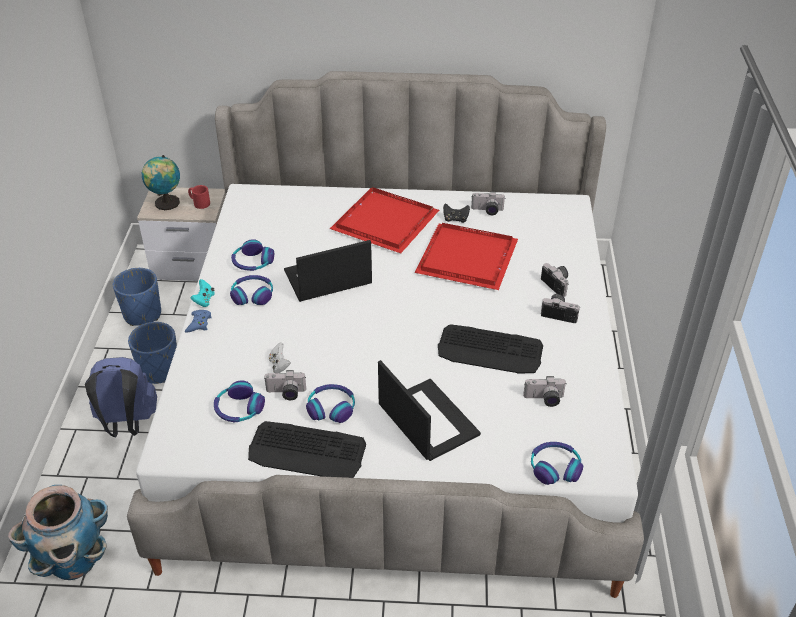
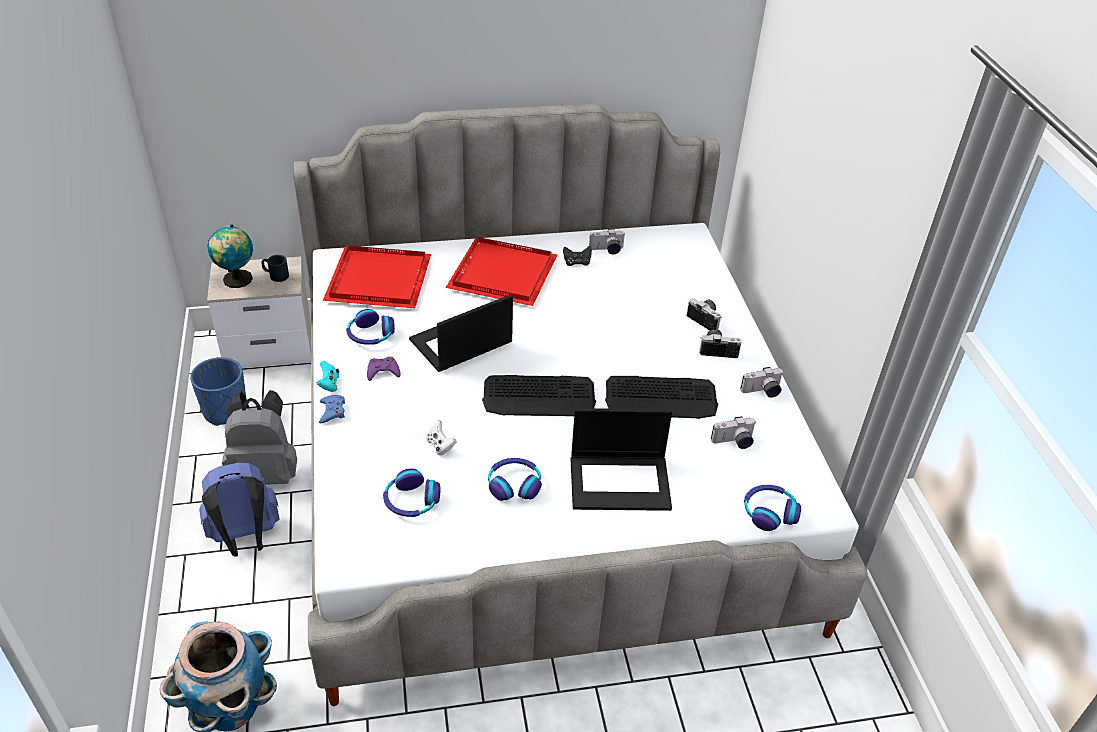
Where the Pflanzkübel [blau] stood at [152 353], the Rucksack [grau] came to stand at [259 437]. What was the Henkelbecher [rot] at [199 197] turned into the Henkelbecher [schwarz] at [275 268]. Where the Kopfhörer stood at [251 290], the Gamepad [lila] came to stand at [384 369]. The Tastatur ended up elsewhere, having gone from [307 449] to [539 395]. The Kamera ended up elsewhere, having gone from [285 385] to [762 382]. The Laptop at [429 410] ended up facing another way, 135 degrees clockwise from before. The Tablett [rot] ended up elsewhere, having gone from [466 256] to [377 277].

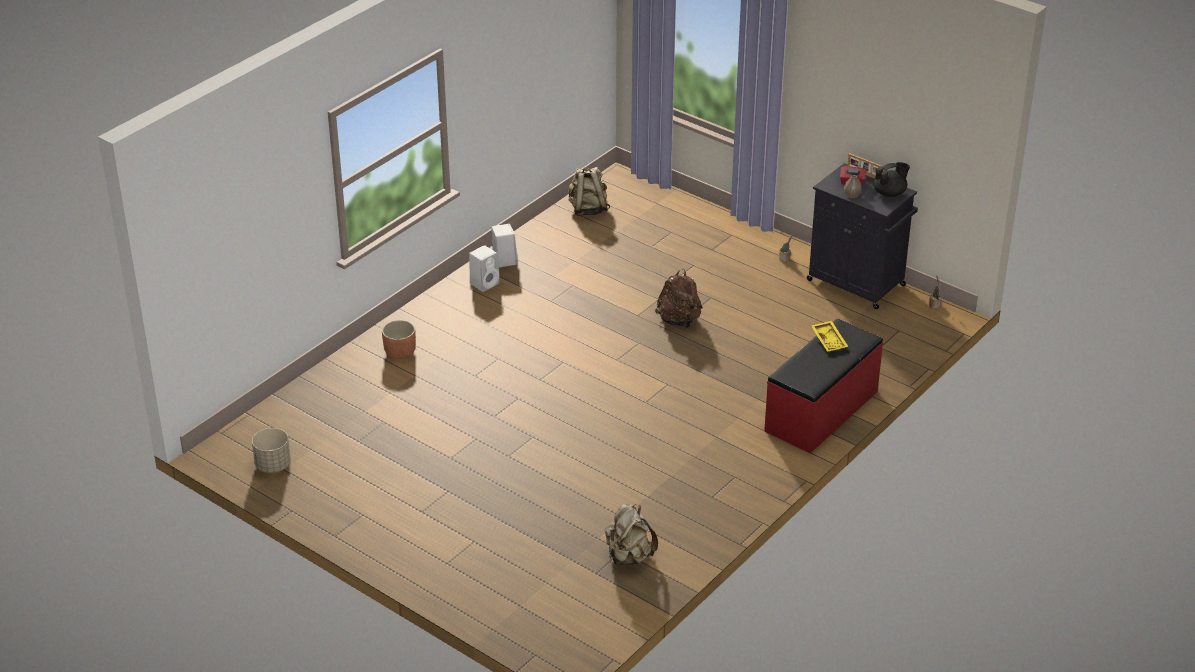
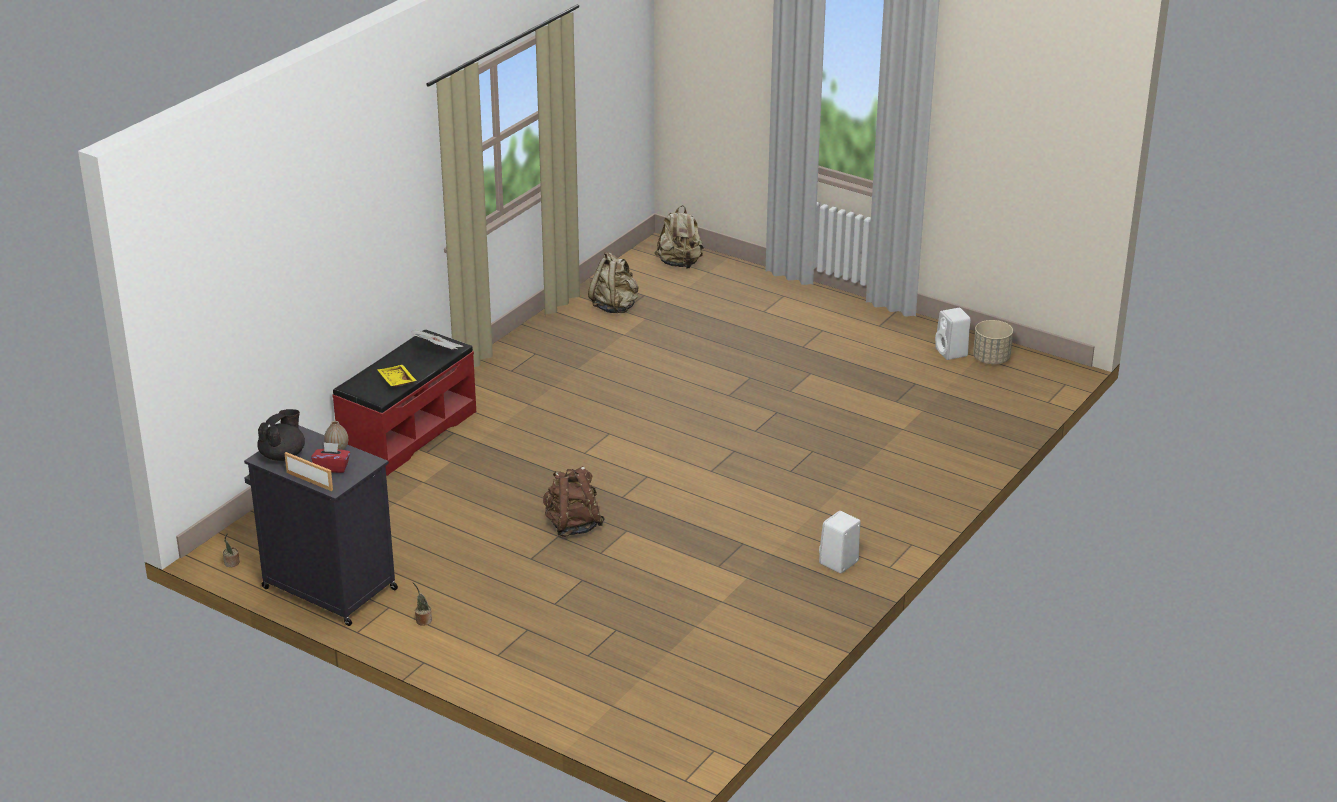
The second view lost the Pflanzkübel [braun] at [399 339]. The Lautsprecher [weiß] ended up elsewhere, having gone from [504 245] to [953 334]. The Rucksack [beige] ended up elsewhere, having gone from [589 191] to [679 237]. The Teekanne [schwarz] at [891 179] ended up facing another way, 150 degrees clockwise from before. The second view gained the Zeitung at [437 339].

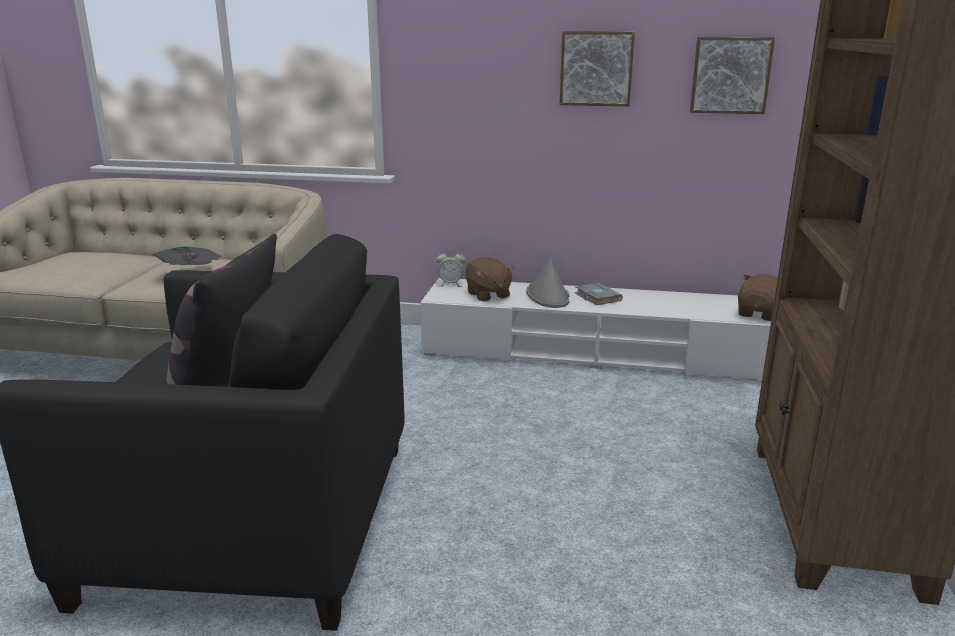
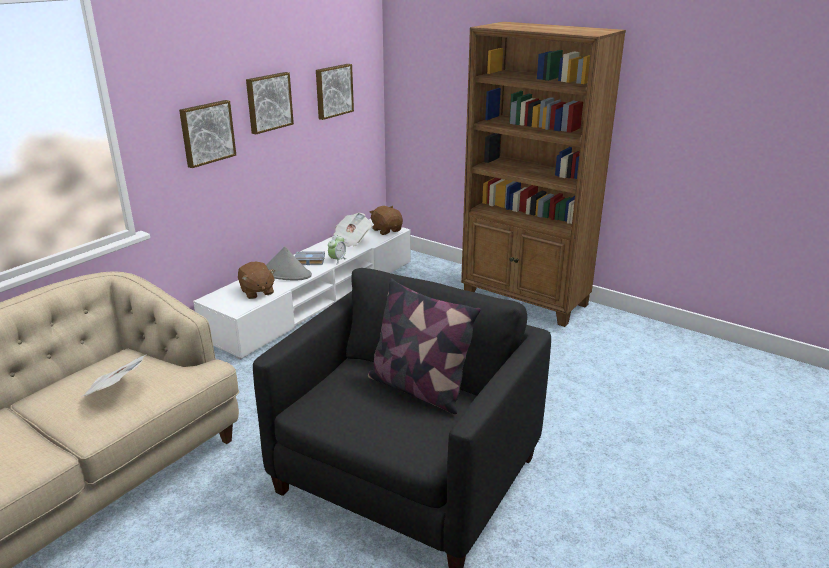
The Wecker ended up elsewhere, having gone from [450 268] to [337 250]. The Plüschtier [braun] at [490 279] ended up facing another way, 60 degrees clockwise from before. The second view gained the Bild at [207 134]. The second view gained the Zeitung at [352 230].

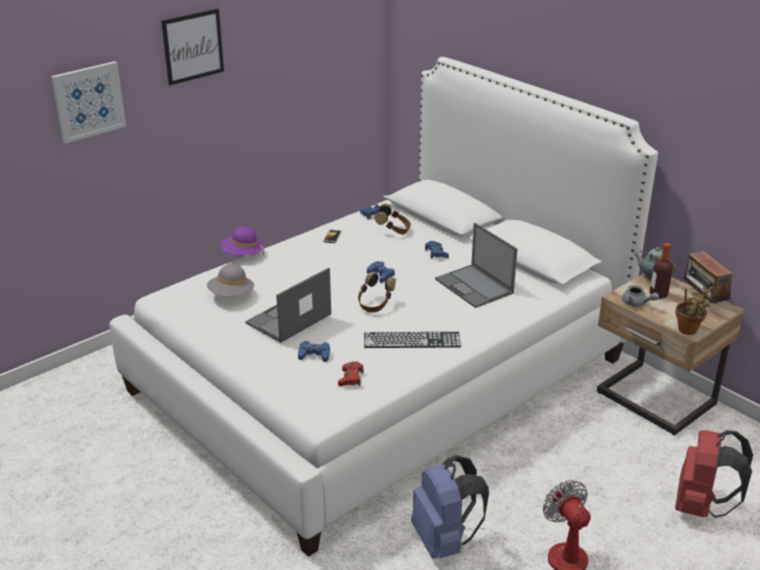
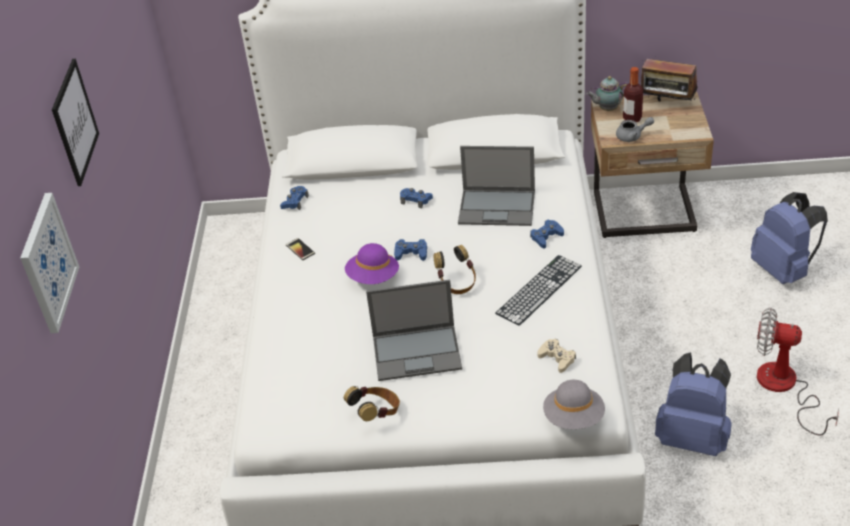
The Hut [grau] ended up elsewhere, having gone from [230 280] to [574 404]. The Hut [lila] ended up elsewhere, having gone from [242 241] to [372 263]. The Laptop at [288 305] ended up facing another way, 90 degrees counterclockwise from before. The Gamepad [blau] ended up elsewhere, having gone from [314 351] to [547 234]. What was the Gamepad [rot] at [350 373] turned into the Gamepad [beige] at [557 356]. The Kopfhörer ended up elsewhere, having gone from [393 219] to [372 403]. What was the Rucksack [rot] at [714 474] turned into the Rucksack [blau] at [789 238]. The second view lost the Topfpflanze at [694 311].

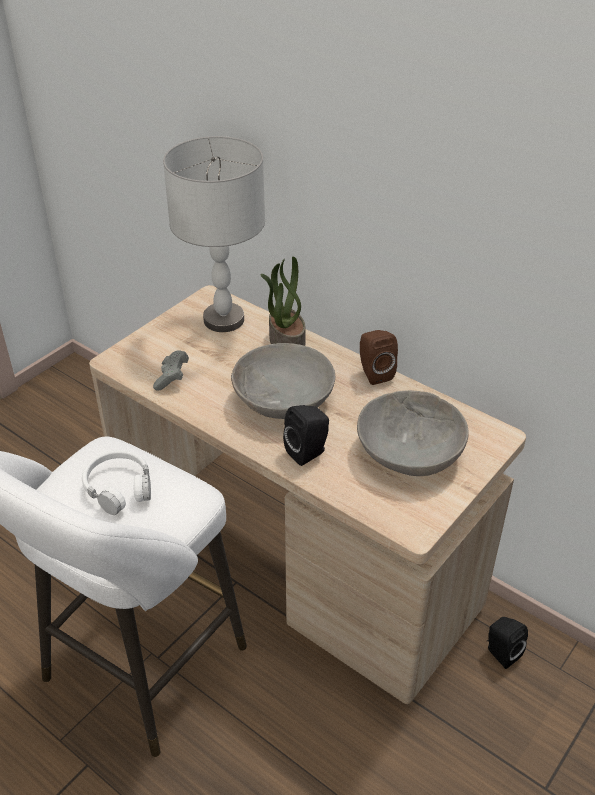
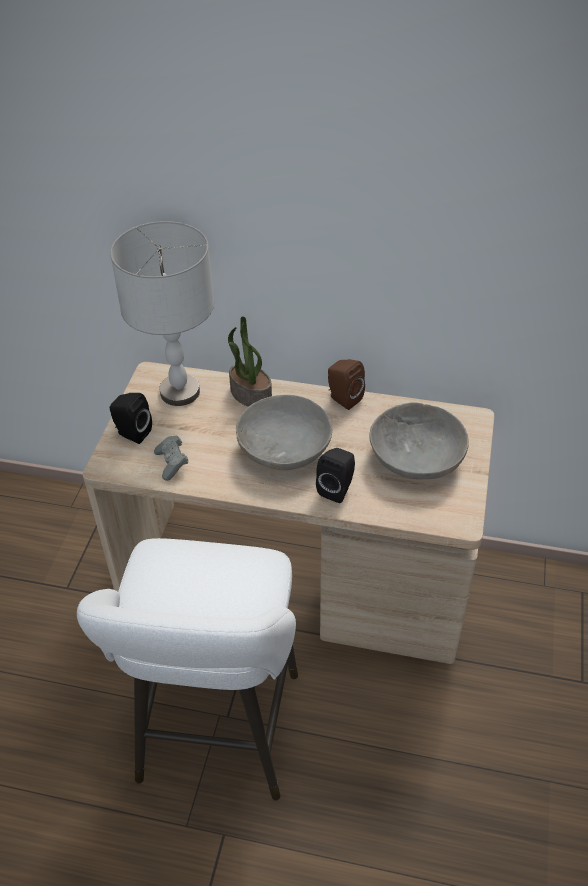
The second view lost the Kopfhörer [weiß] at [116 482]. The Lautsprecher [schwarz] ended up elsewhere, having gone from [507 643] to [131 418].

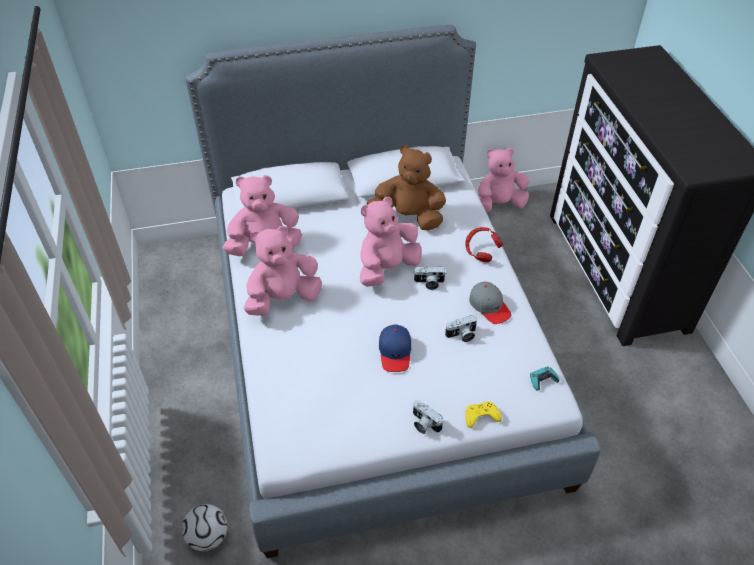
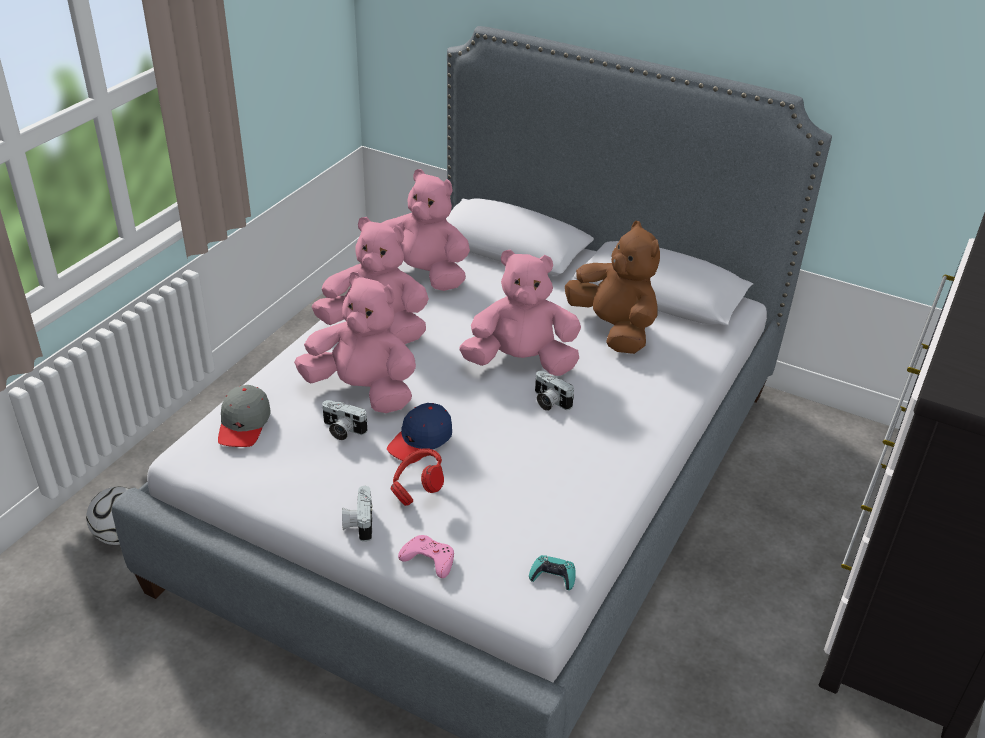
The Kamera ended up elsewhere, having gone from [461 328] to [345 420]. The Kopfhörer [rot] ended up elsewhere, having gone from [484 244] to [417 477]. What was the Gamepad [gelb] at [484 414] turned into the Gamepad [rosa] at [426 556]. The Kappe [grau] ended up elsewhere, having gone from [490 302] to [244 416]. The Plüschtier [rosa] ended up elsewhere, having gone from [504 180] to [355 342].

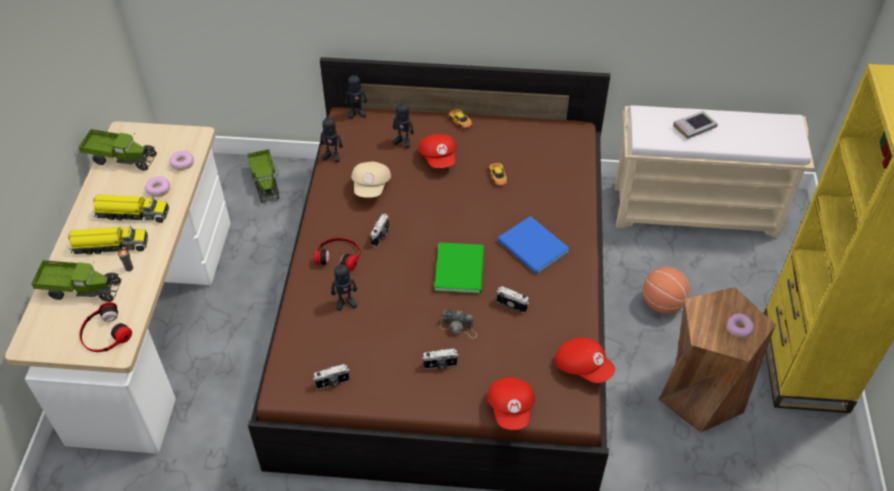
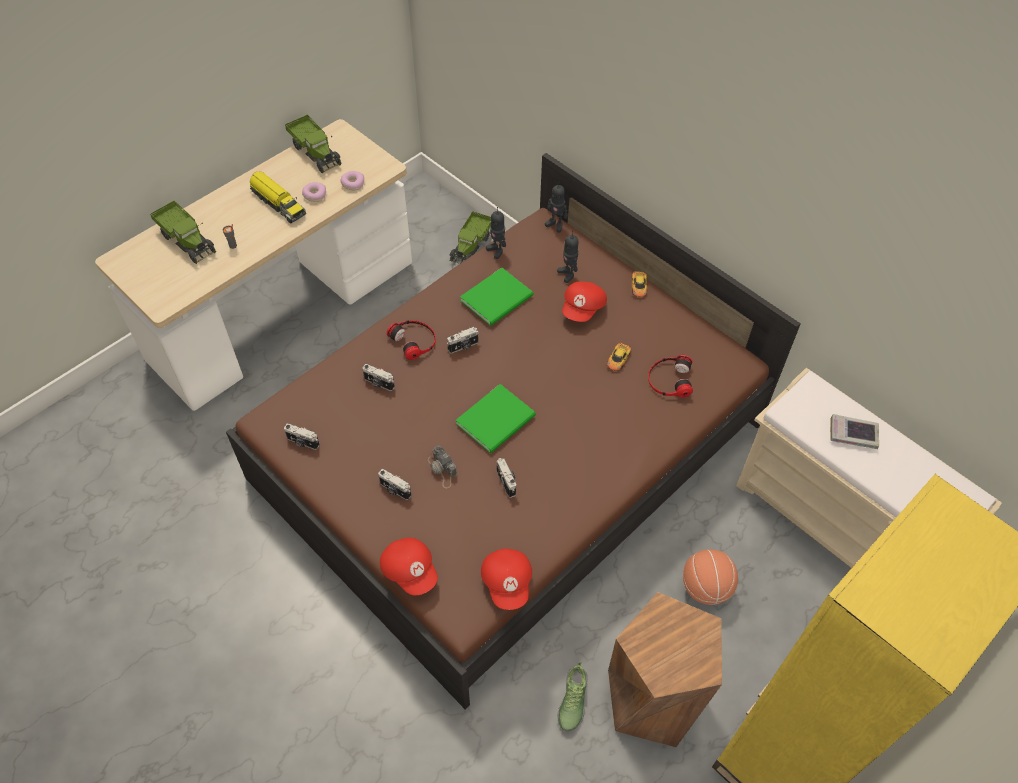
The second view lost the Spielzeuglaster at [108 240]. The Kopfhörer ended up elsewhere, having gone from [105 327] to [670 376]. Where the Spielzeugroboter stood at [344 286], the Kamera came to stand at [378 377]. Where the Kappe [beige] stood at [371 180], the Buch [grün] came to stand at [496 297]. The Kappe [rot] at [511 403] ended up facing another way, 75 degrees counterclockwise from before. The second view lost the Buch [blau] at [534 245]. The second view lost the Donut at [740 325]. The second view gained the Schuh at [572 696].

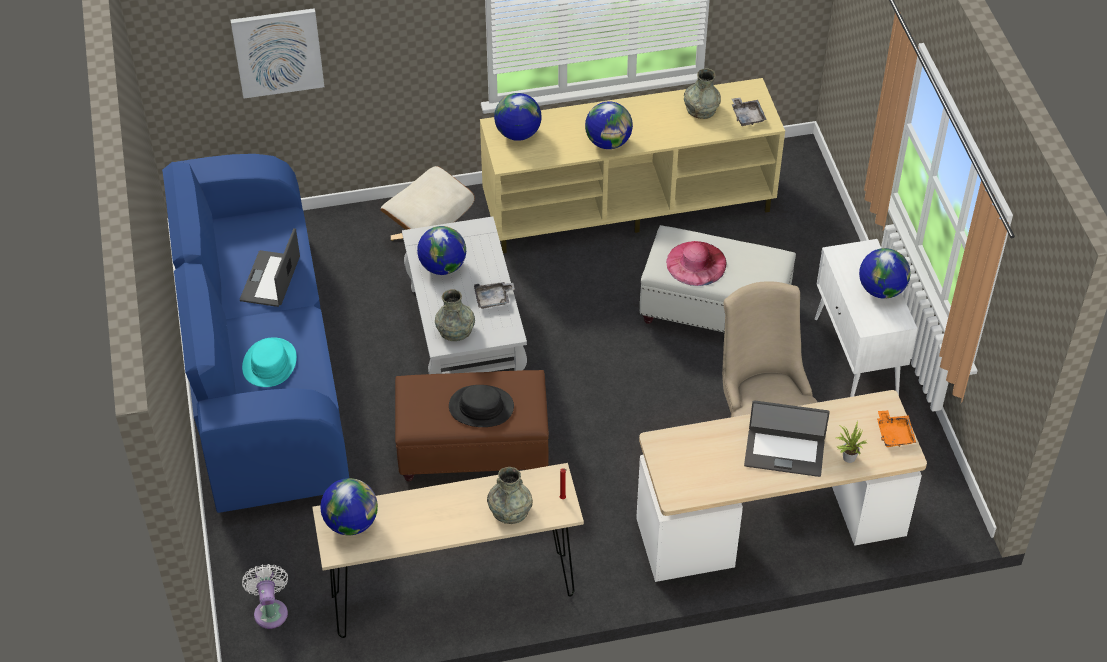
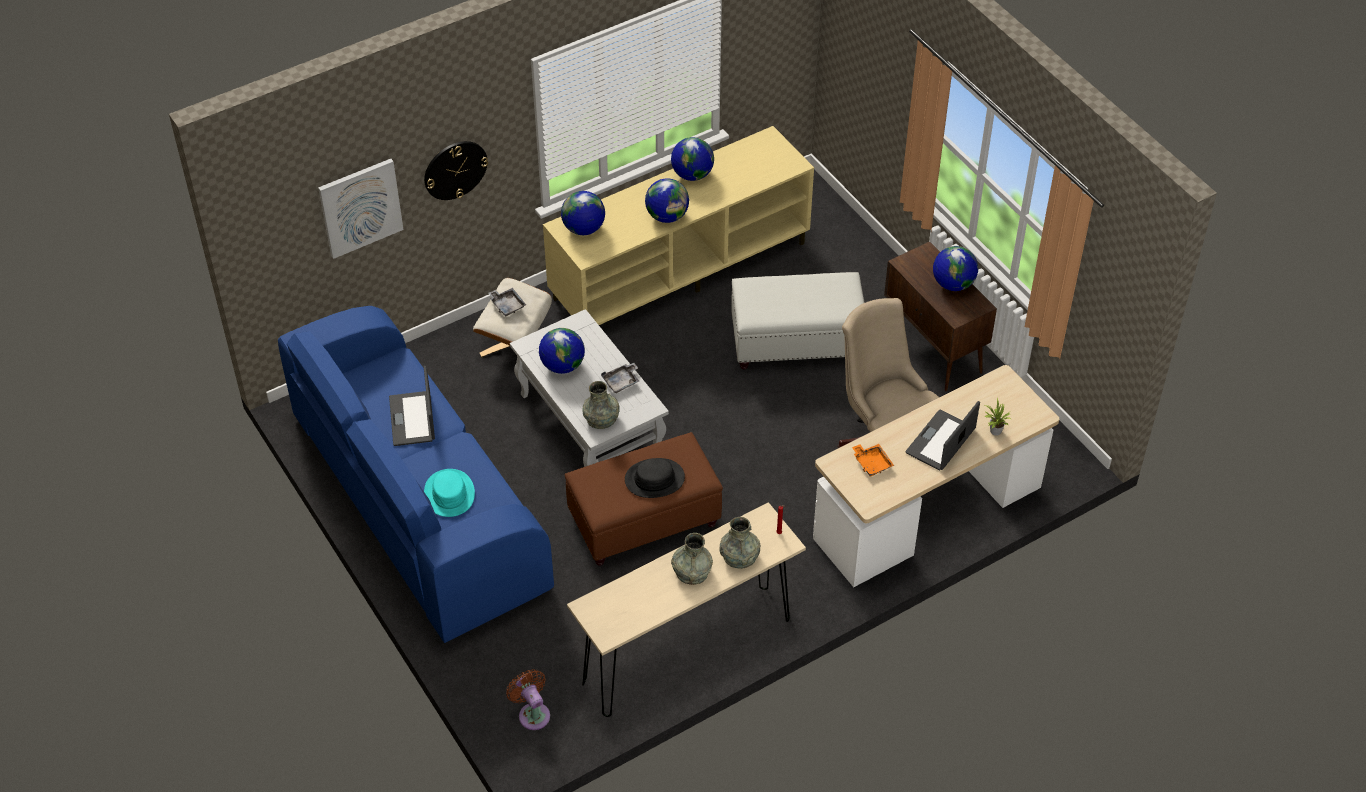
What was the Ventilator [weiß] at [265 596] turned into the Ventilator [braun] at [528 699]. The Globus ended up elsewhere, having gone from [349 506] to [692 159]. The second view lost the Hut [rosa] at [696 263]. The Vase [grau] ended up elsewhere, having gone from [702 93] to [692 559]. The Tablett [grau] ended up elsewhere, having gone from [749 112] to [507 302]. The Laptop at [787 438] ended up facing another way, 135 degrees clockwise from before. What was the Schrank [weiß] at [866 318] turned into the Schrank [braun] at [940 316]. The Tablett [orange] ended up elsewhere, having gone from [896 428] to [873 460]. The second view gained the Wanduhr at [456 170].

